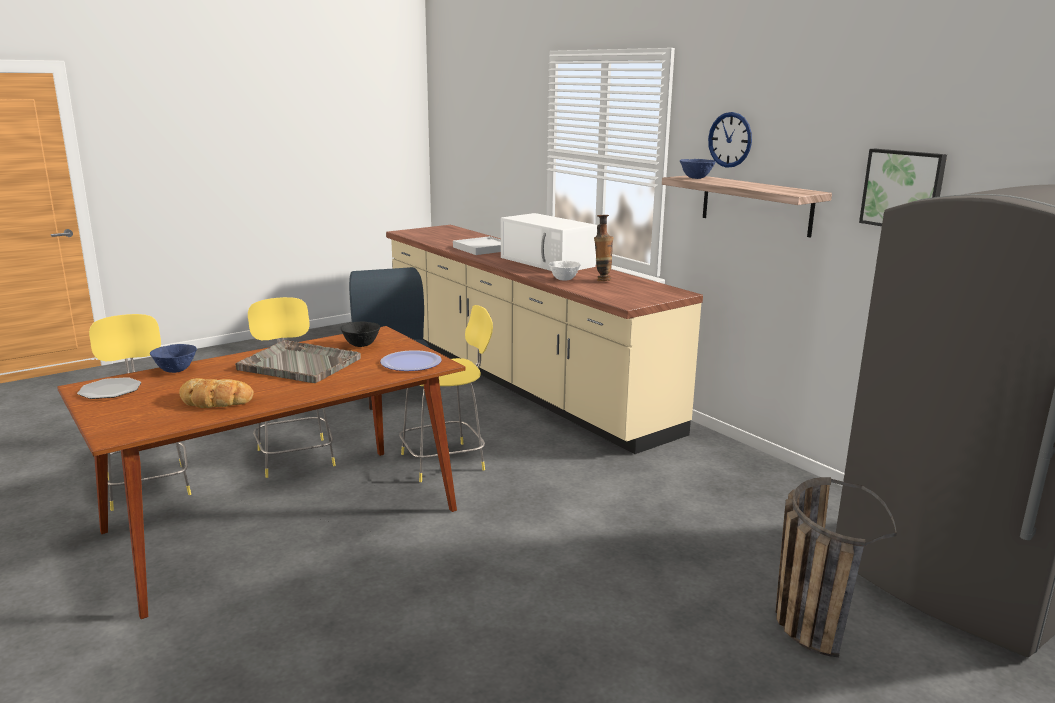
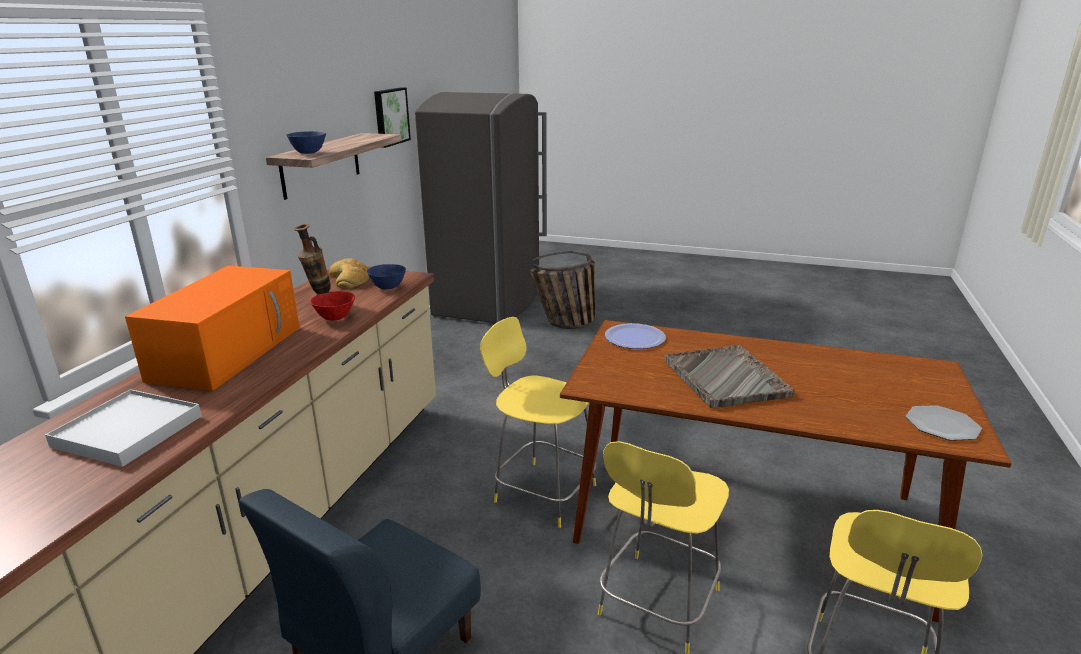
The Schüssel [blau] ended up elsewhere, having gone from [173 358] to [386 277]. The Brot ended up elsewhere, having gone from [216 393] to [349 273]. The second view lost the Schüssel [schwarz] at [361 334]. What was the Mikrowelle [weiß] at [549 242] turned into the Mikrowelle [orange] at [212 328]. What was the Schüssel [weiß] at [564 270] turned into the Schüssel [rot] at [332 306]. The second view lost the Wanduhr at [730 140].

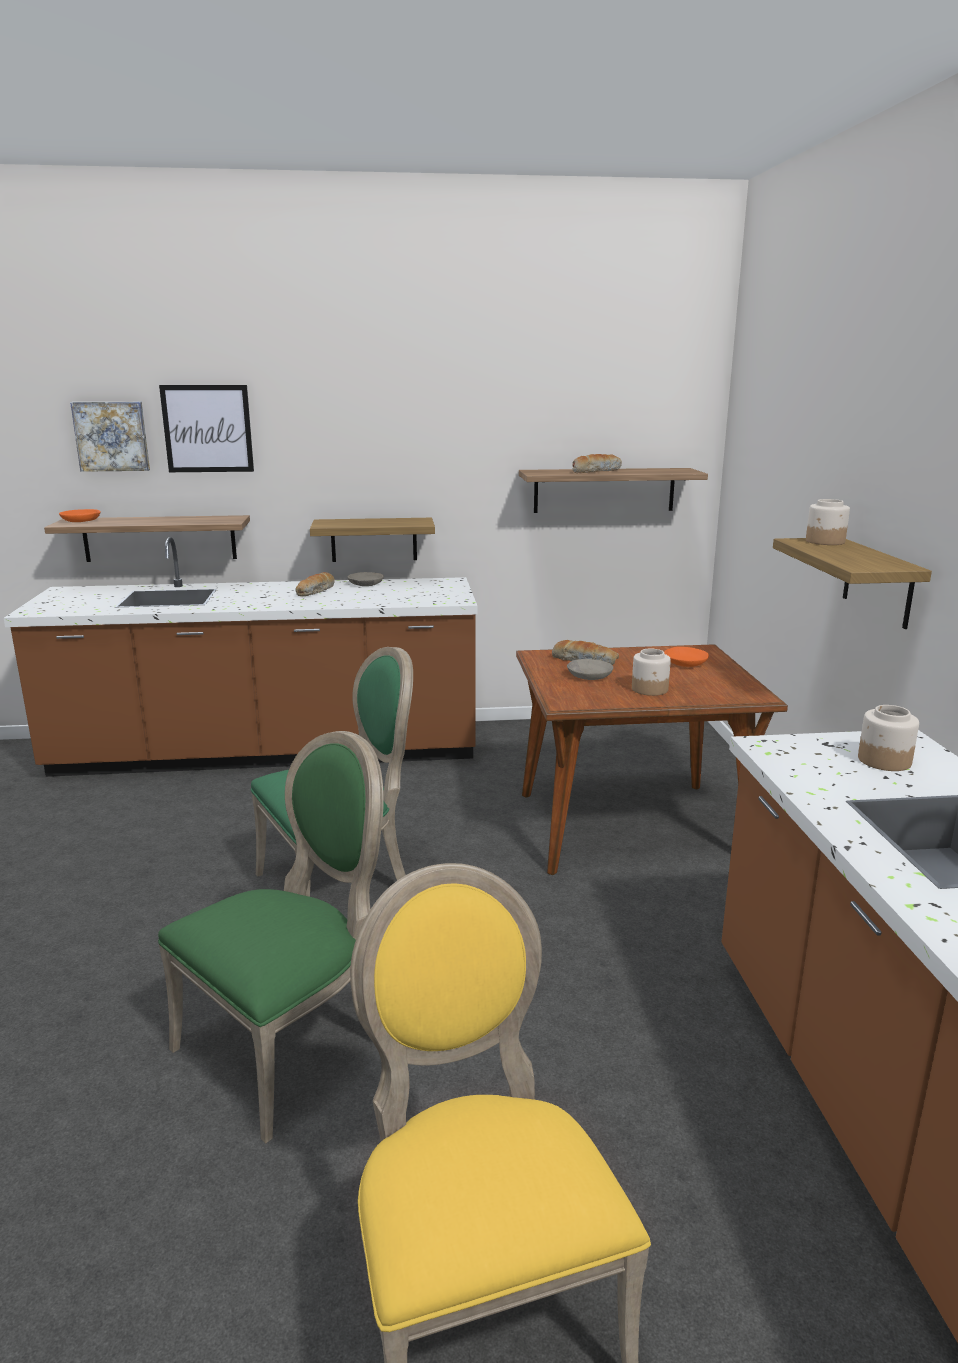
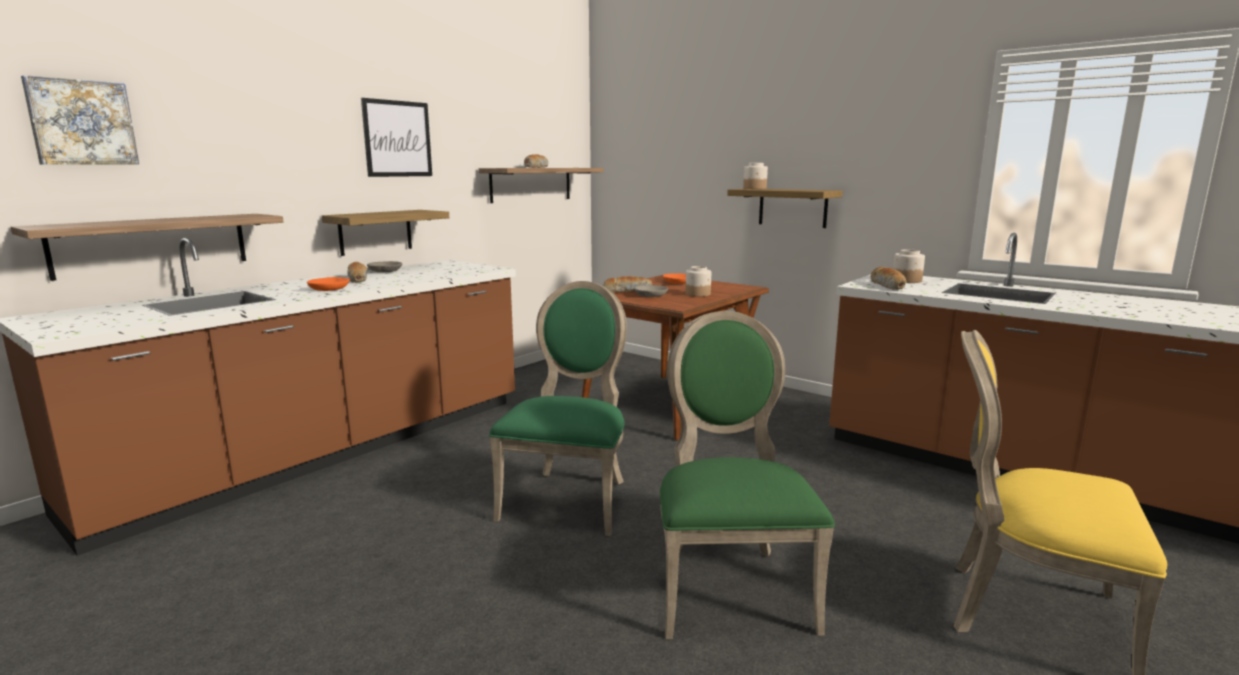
The Schüssel [orange] ended up elsewhere, having gone from [80 515] to [328 284]. The Bild ended up elsewhere, having gone from [206 428] to [396 137]. The second view gained the Brot at [888 278].

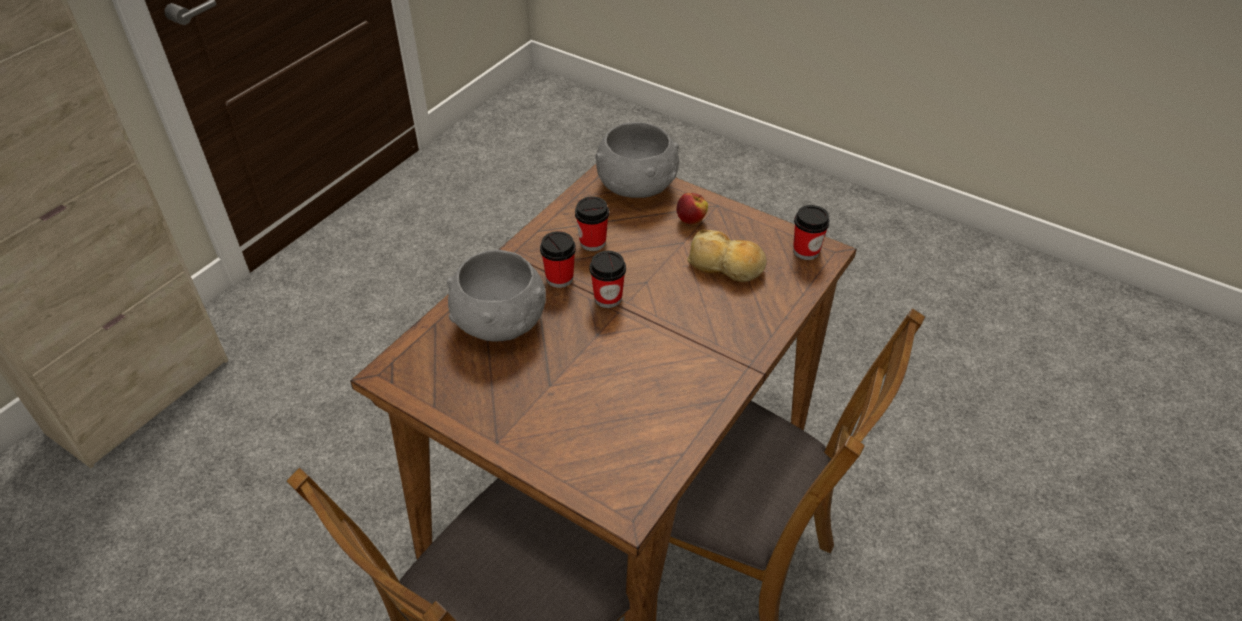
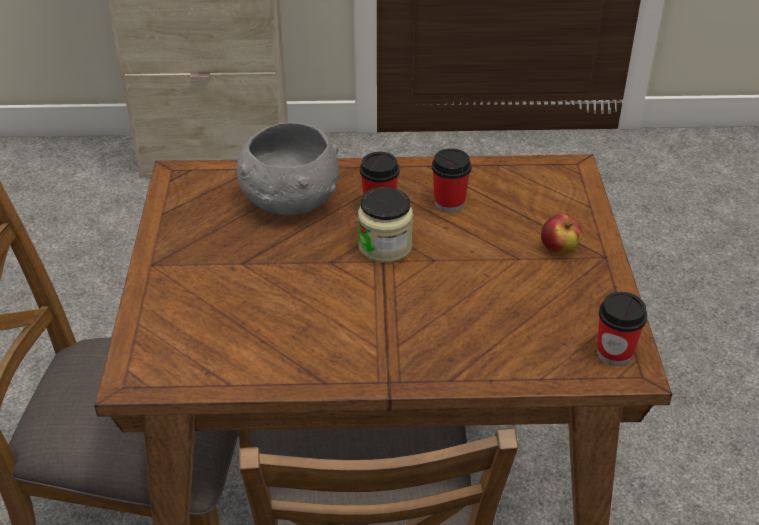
Where the Tasse stood at [607 279], the Vorratsglas came to stand at [385 225]. The second view lost the Schüssel [grau] at [637 160]. The second view lost the Brot at [727 256].

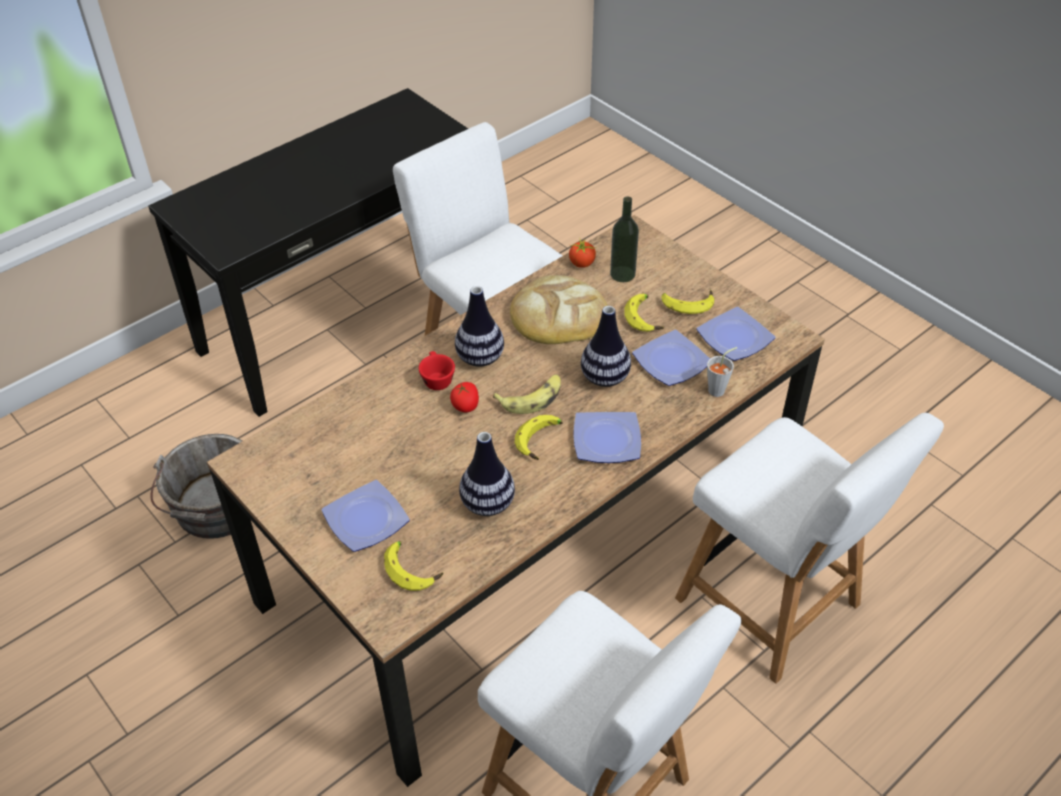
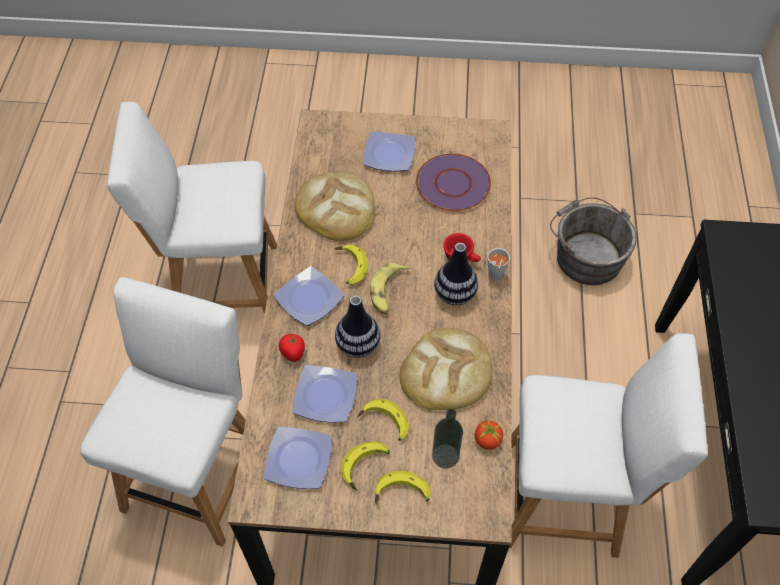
The Banane ended up elsewhere, having gone from [413 566] to [403 487]. The Tomate ended up elsewhere, having gone from [464 397] to [292 348]. Where the Vase stood at [487 474], the Brot came to stand at [334 206]. The Stuhl [weiß] at [809 548] ended up facing another way, 105 degrees clockwise from before. The Tasse [grau] ended up elsewhere, having gone from [722 372] to [498 264]. The second view gained the Teller [lila] at [453 182].

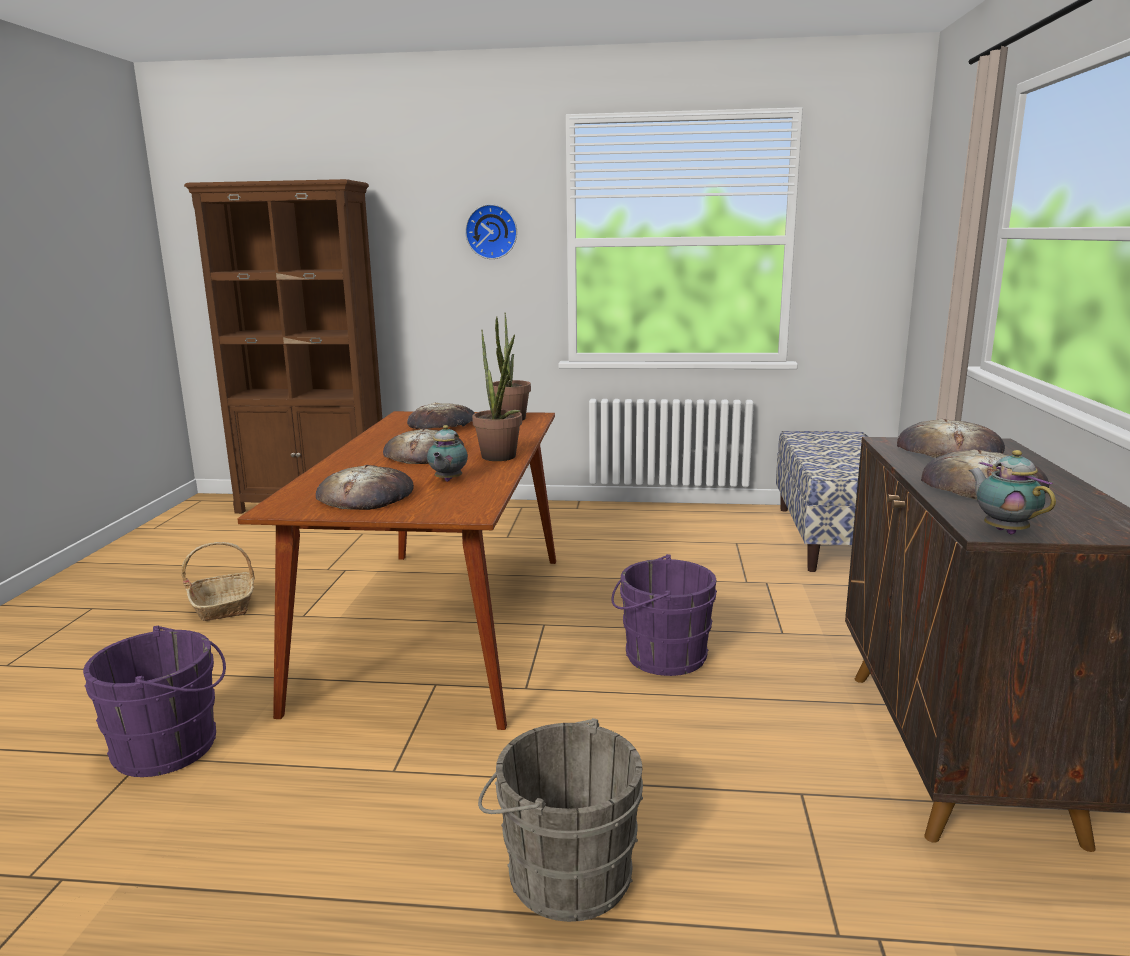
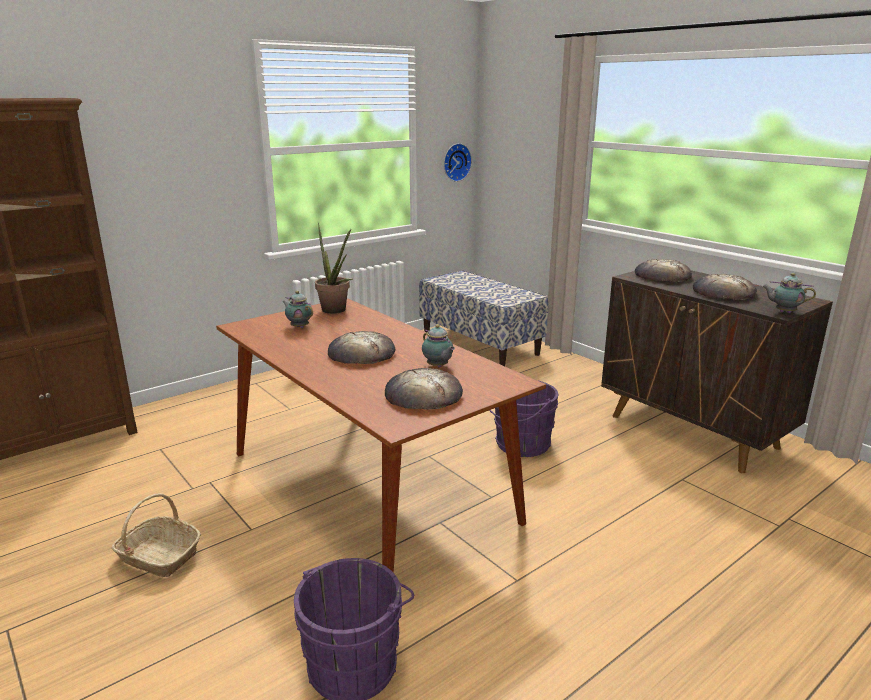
Where the Brot stood at [441 416], the Teekanne came to stand at [297 309]. The Wanduhr ended up elsewhere, having gone from [491 231] to [458 162]. The second view lost the Topfpflanze at [497 395]. The second view lost the Eimer [grau] at [560 820].

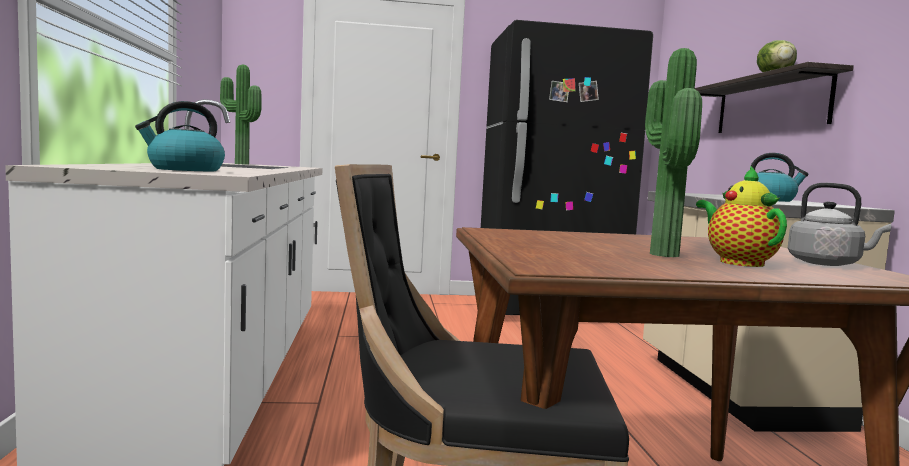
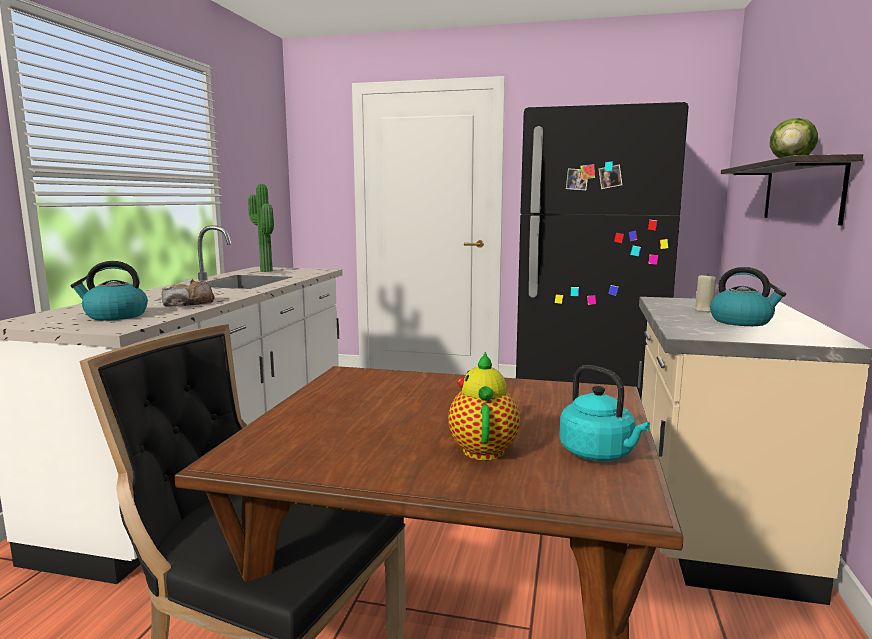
The second view lost the Topfpflanze at [673 152]. What was the Wasserkessel [grau] at [840 224] turned into the Wasserkessel [türkis] at [604 413]. The second view gained the Brot at [188 292]. The second view gained the Kerze [beige] at [704 293].

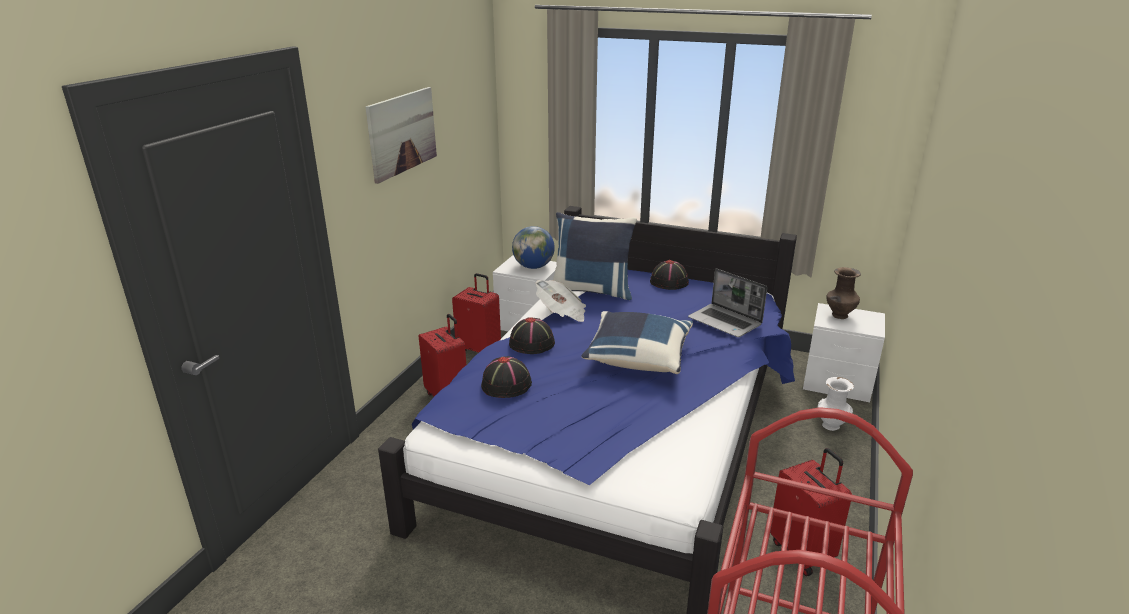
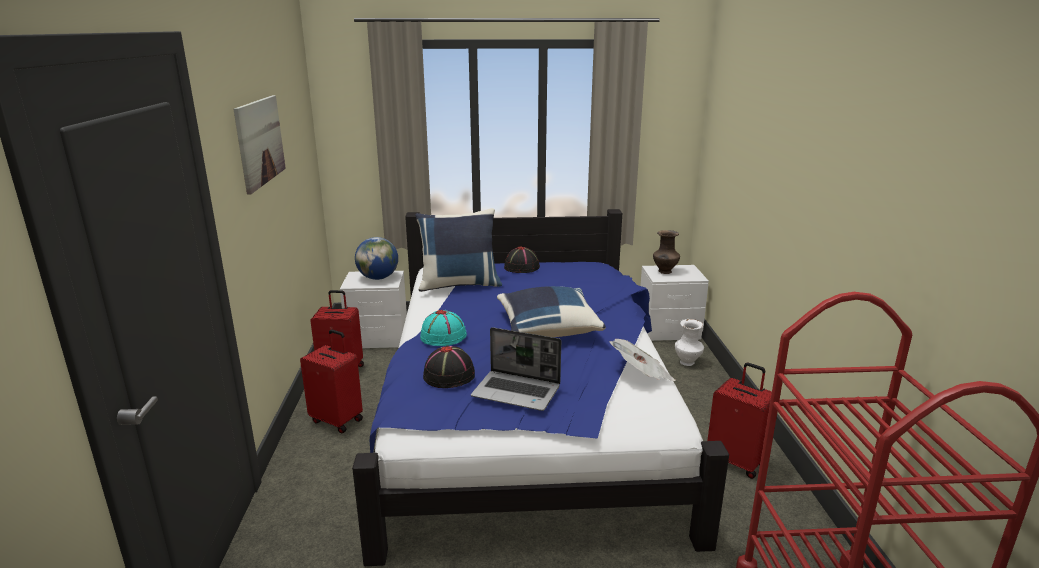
What was the Hut [schwarz] at [532 335] turned into the Hut [türkis] at [443 328]. The Zeitung ended up elsewhere, having gone from [561 301] to [642 360]. The Laptop ended up elsewhere, having gone from [727 303] to [516 369].

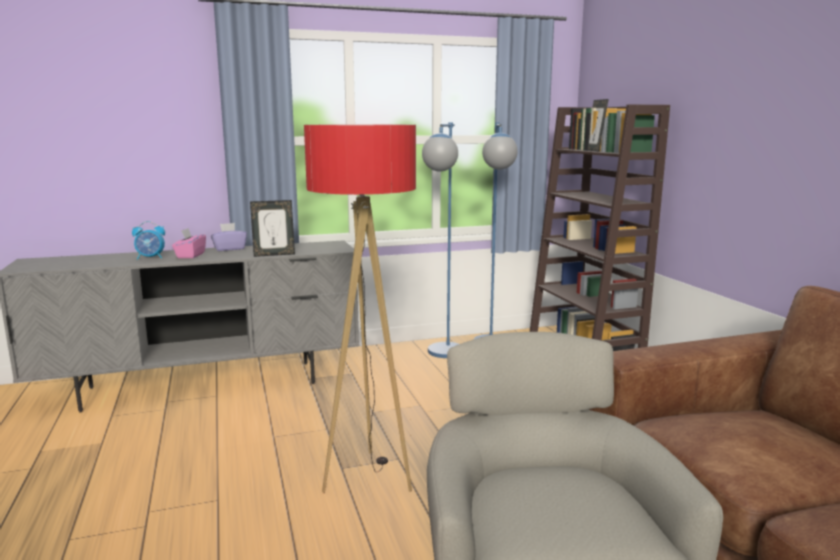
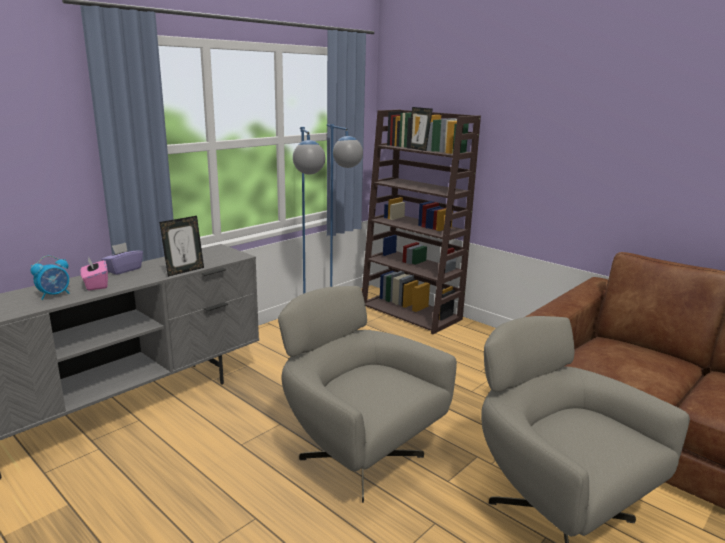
Where the Stehlampe stood at [360 309], the Sessel [grau] came to stand at [367 394].

